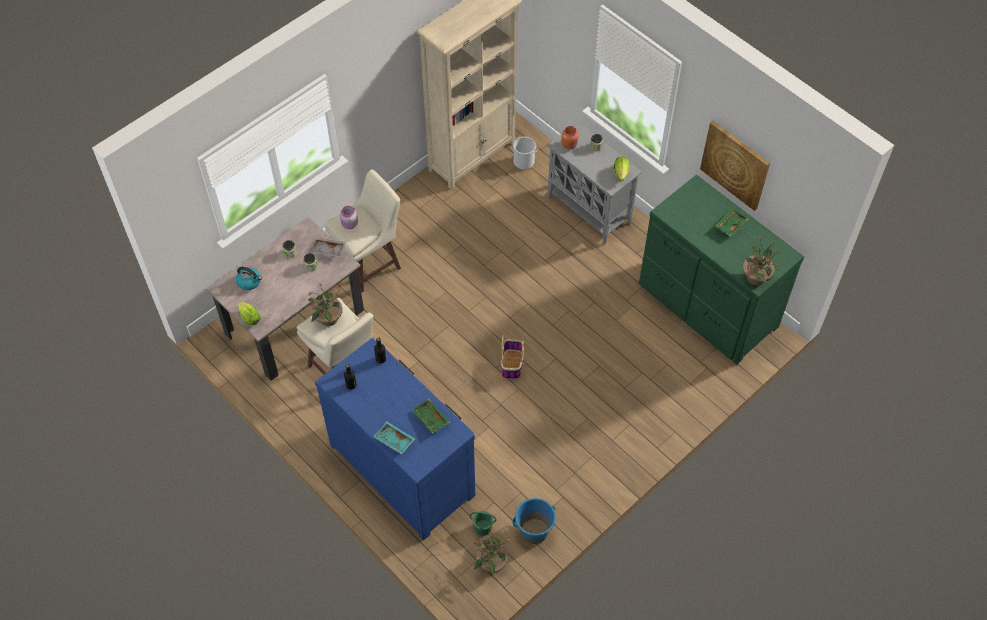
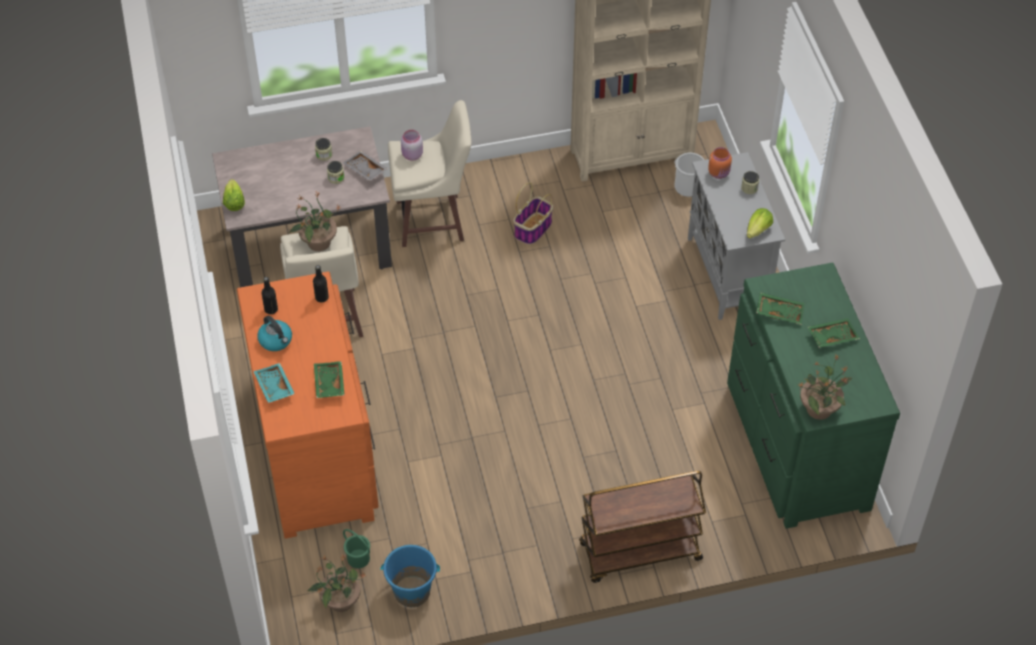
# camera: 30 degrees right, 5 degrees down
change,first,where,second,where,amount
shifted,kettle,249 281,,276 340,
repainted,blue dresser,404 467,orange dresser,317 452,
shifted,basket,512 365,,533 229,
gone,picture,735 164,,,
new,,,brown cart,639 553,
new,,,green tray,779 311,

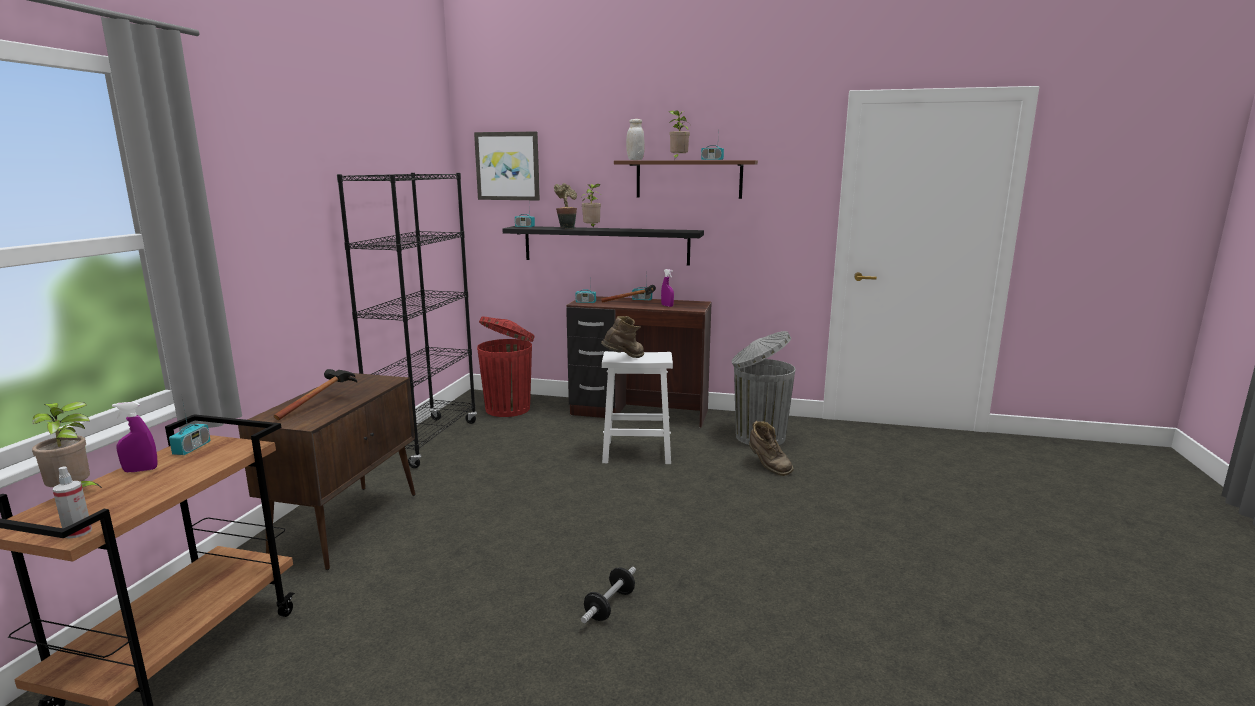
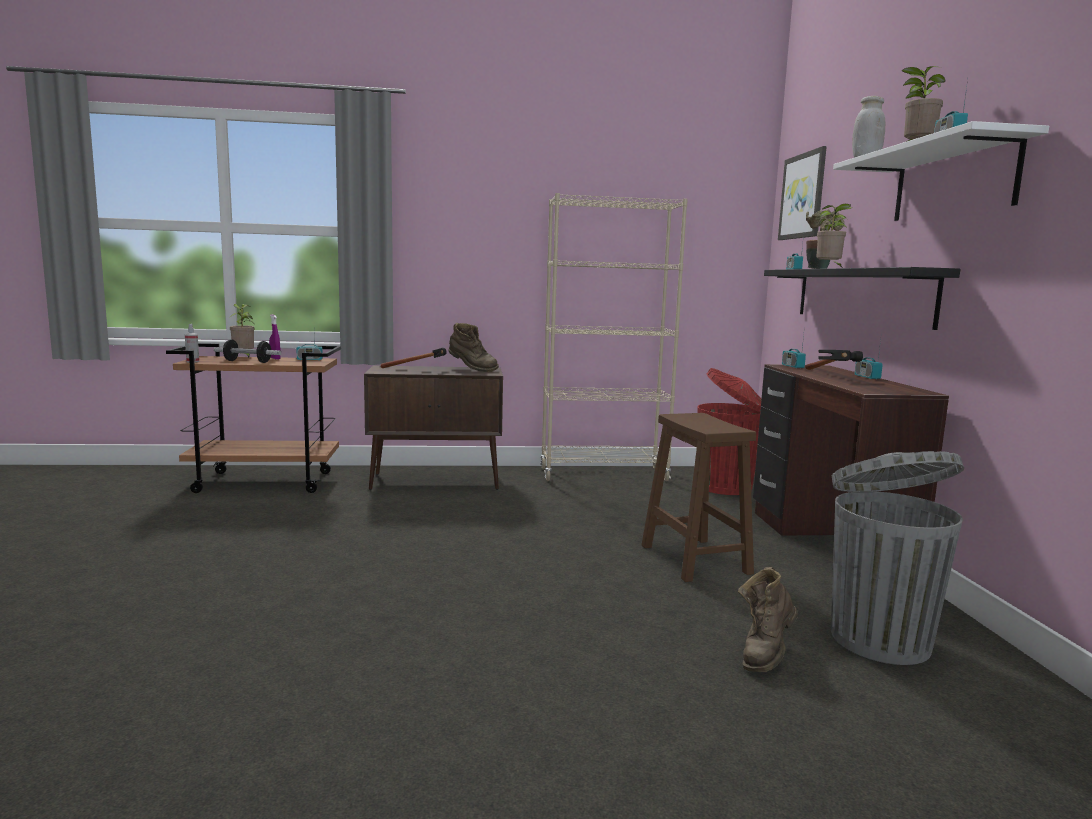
# camera: 70 degrees right, 5 degrees down
change,first,where,second,where,amount
repainted,black bookcase,426 441,beige bookcase,603 474,
shifted,dumbbell,610 606,,247 362,
shifted,brown boot,624 359,,471 369,
repainted,white stool,635 452,brown stool,693 558,
repainted,brown shelf,688 179,white shelf,953 181,
gone,purple spray bottle,667 306,,,

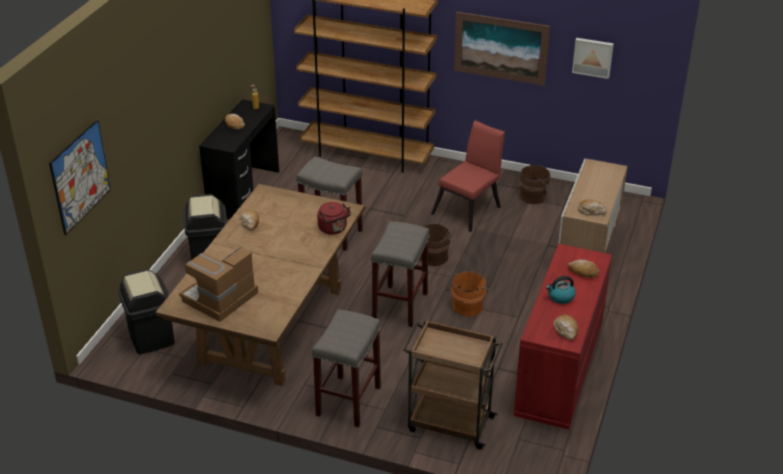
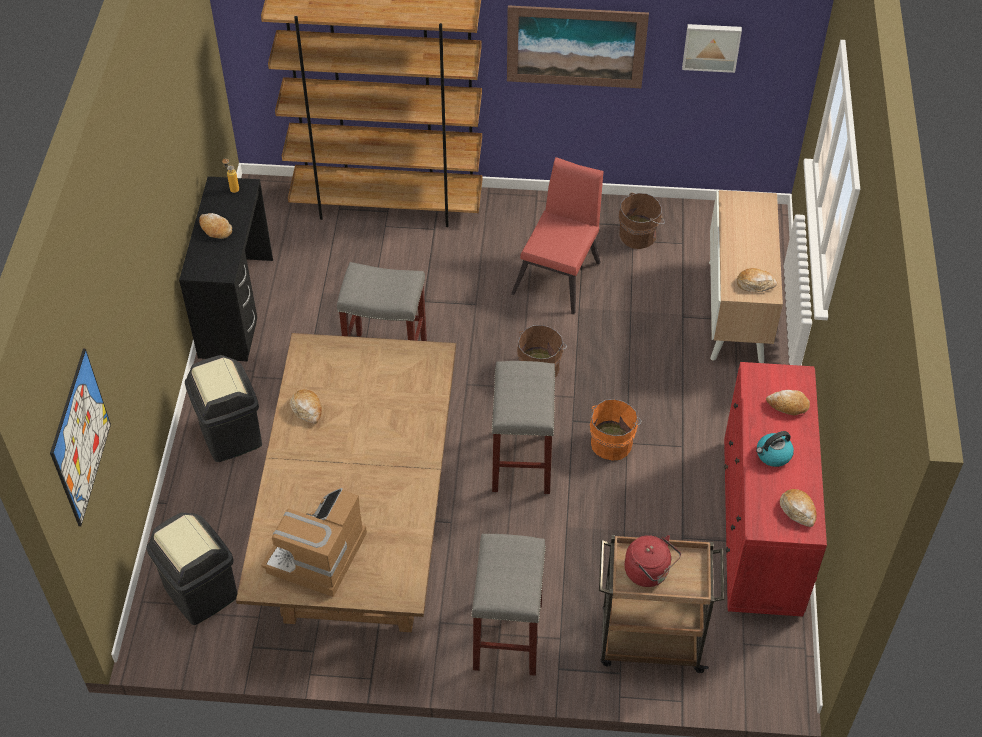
# camera: 15 degrees left, 15 degrees up
change,first,where,second,where,amount
shifted,red kettle,334 229,,649 572,

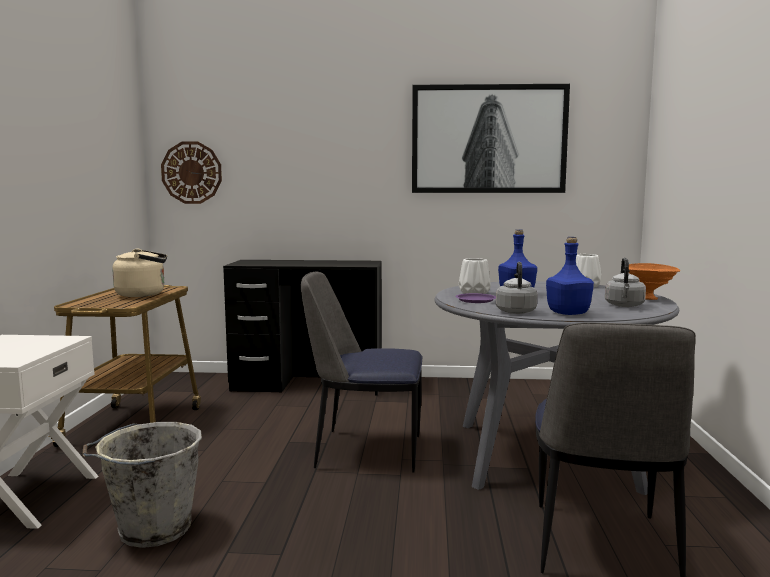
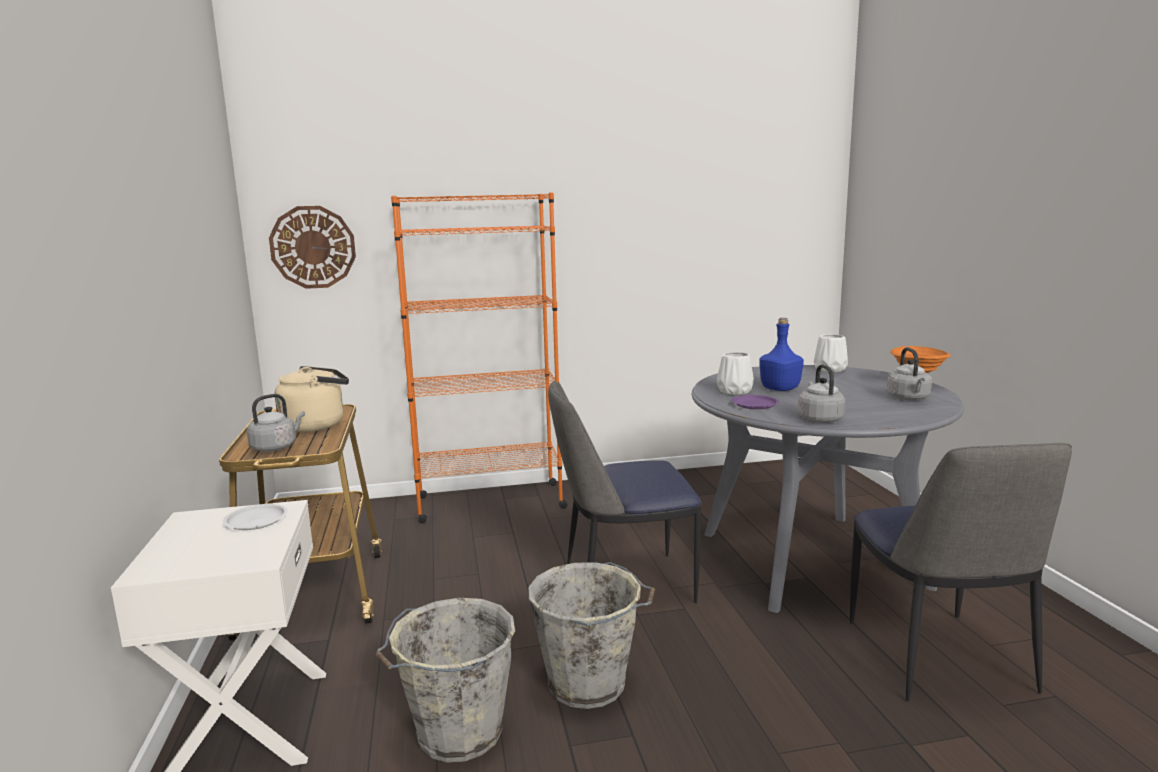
# camera: 15 degrees left, 5 degrees up
change,first,where,second,where,amount
swapped,black desk,308 384,orange bookcase,490 502,
gone,picture,488 139,,,
gone,blue bottle,568 313,,,
new,,,white plate,256 521,
new,,,grey kettle,276 447,
new,,,grey bucket,590 684,

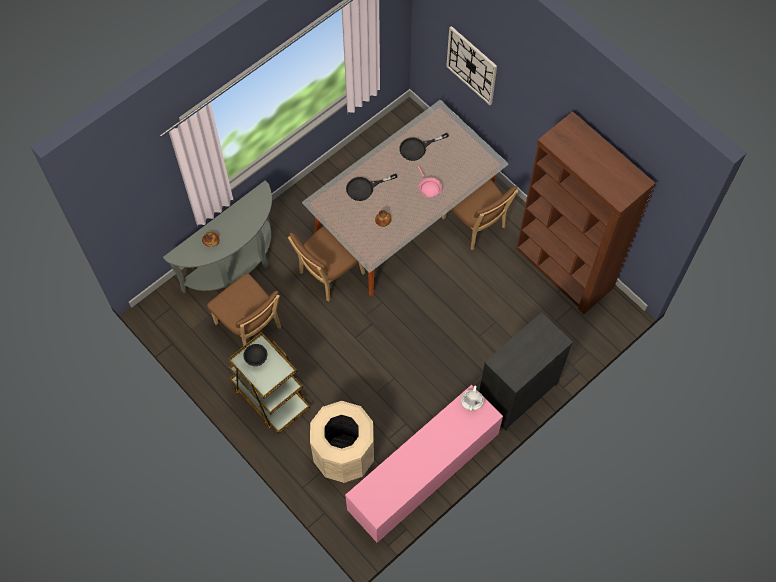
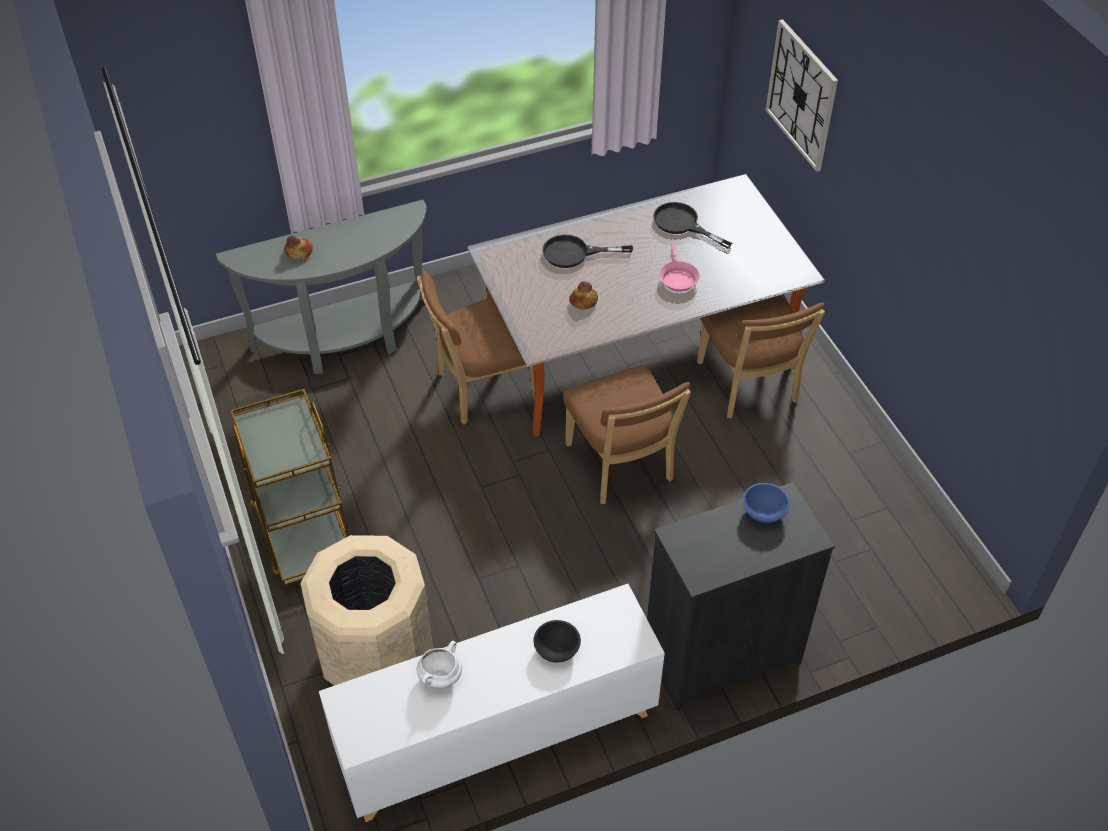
# camera: 20 degrees right, 15 degrees down
change,first,where,second,where,amount
shifted,brown chair,250 327,,621 466,
shifted,black bowl,256 358,,557 649,
repainted,pink cabinet,423 476,white cabinet,496 737,
rotated,black frying pan,417 148,,682 224,45 degrees clockwise
shifted,white cooking pot,471 402,,440 675,
gone,brown bookcase,564 269,,,
new,,,blue bowl,765 511,

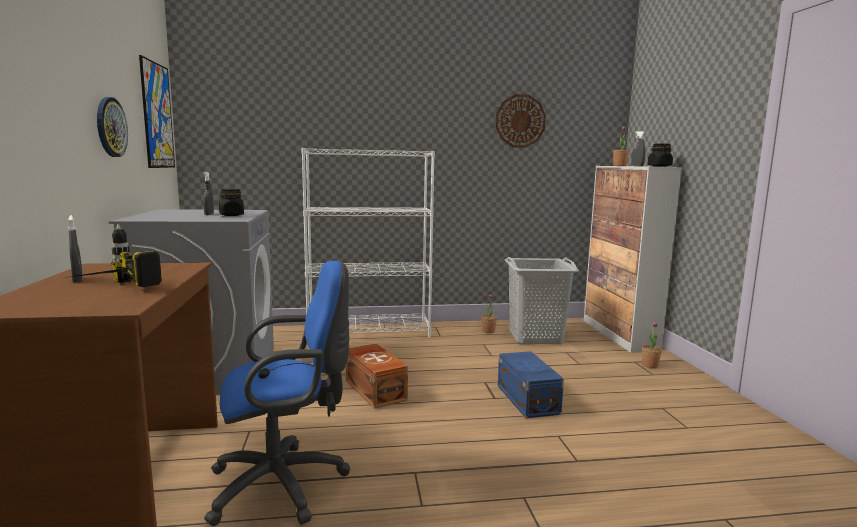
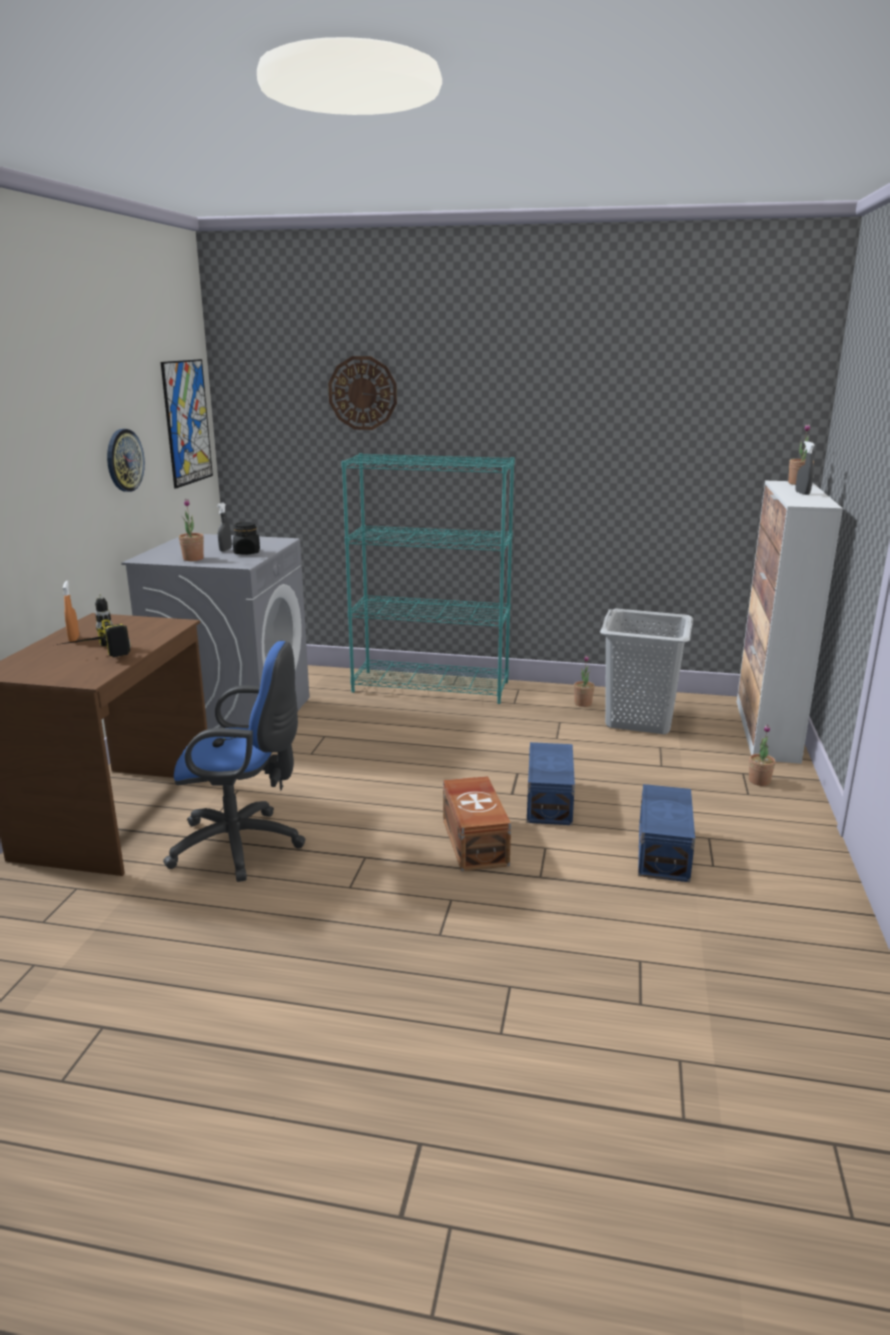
# camera: 20 degrees right, 10 degrees up
change,first,where,second,where,amount
repainted,grey spray bottle,78 280,orange spray bottle,74 639,
repainted,white bookcase,369 331,turquoise bookcase,431 687,
shifted,brown storage box,376 389,,476 841,
shifted,wall clock,520 121,,362 393,
gone,black jar,659 166,,,
new,,,potted plant,193 559,
new,,,blue storage box,664 851,

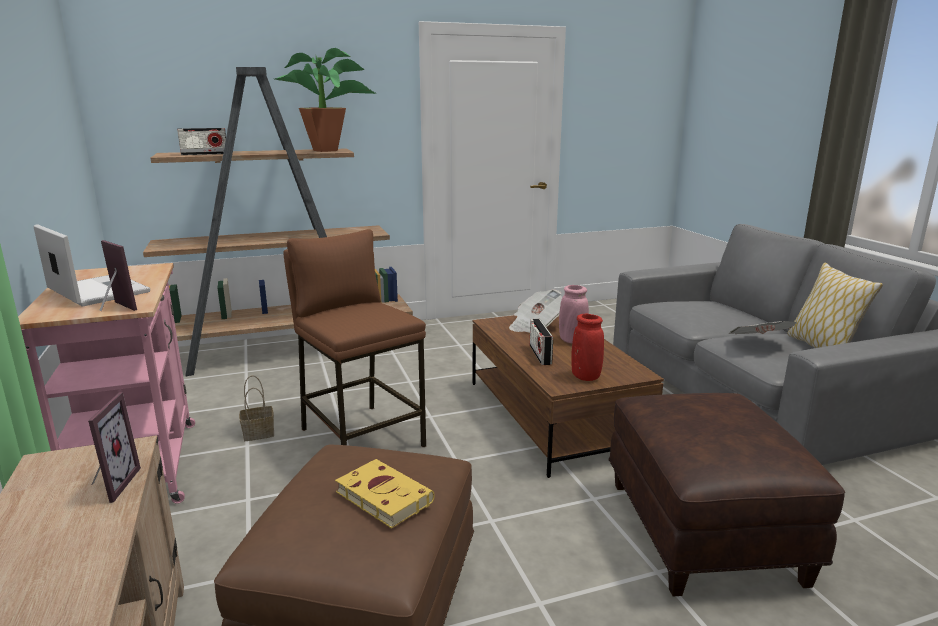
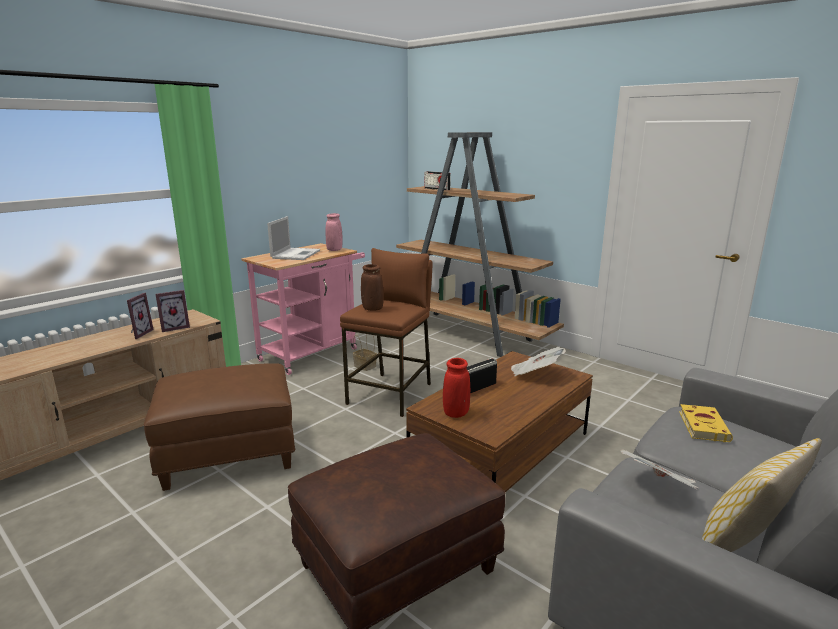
# camera: 60 degrees right, 0 degrees up
change,first,where,second,where,amount
shifted,picture frame,114 308,,138 334,
gone,potted plant,331 150,,,
shifted,yellow book,381 496,,702 425,
shifted,pink vase,572 341,,334 250,
new,,,brown vase,372 309,

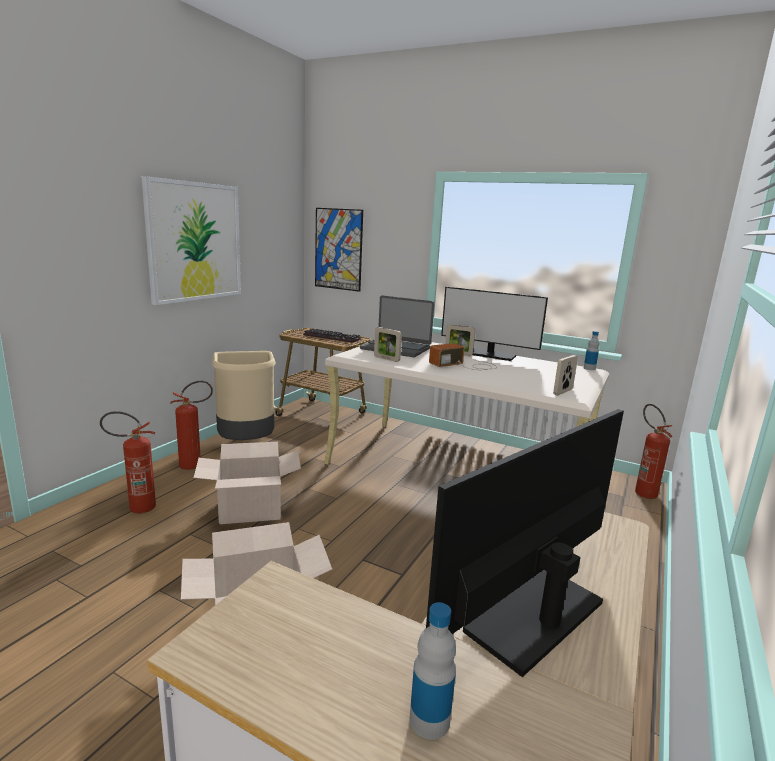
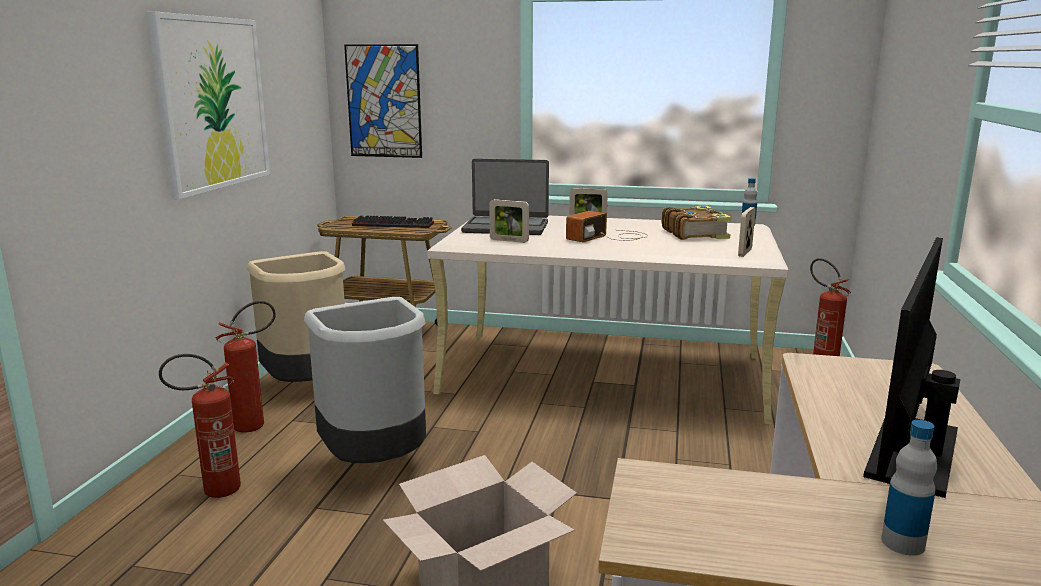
# camera: 15 degrees left, 0 degrees up
change,first,where,second,where,amount
swapped,cardboard box,250 509,grey trash can,376 464,
gone,monitor,489 354,,,
new,,,book,695 233,

